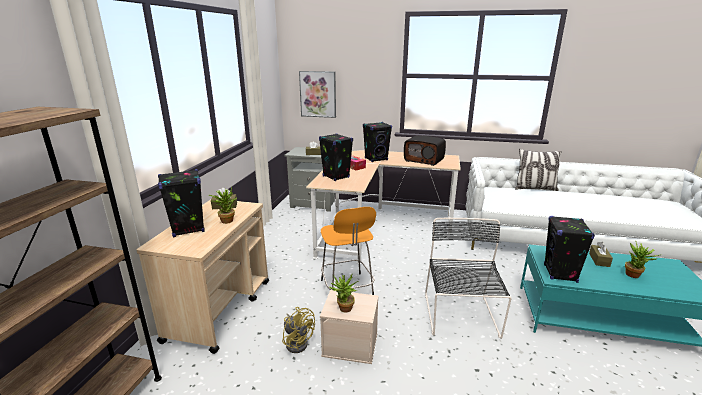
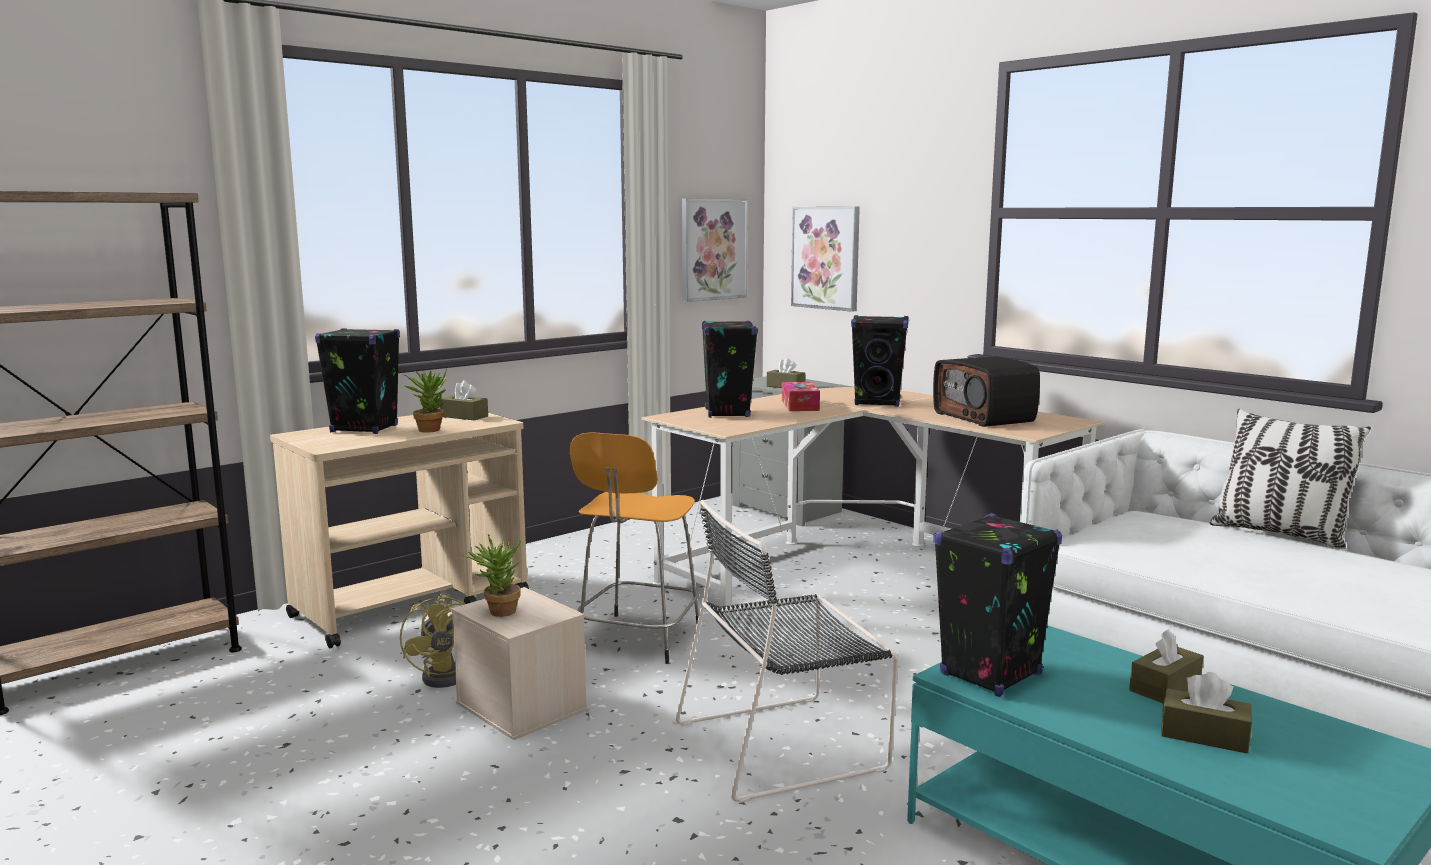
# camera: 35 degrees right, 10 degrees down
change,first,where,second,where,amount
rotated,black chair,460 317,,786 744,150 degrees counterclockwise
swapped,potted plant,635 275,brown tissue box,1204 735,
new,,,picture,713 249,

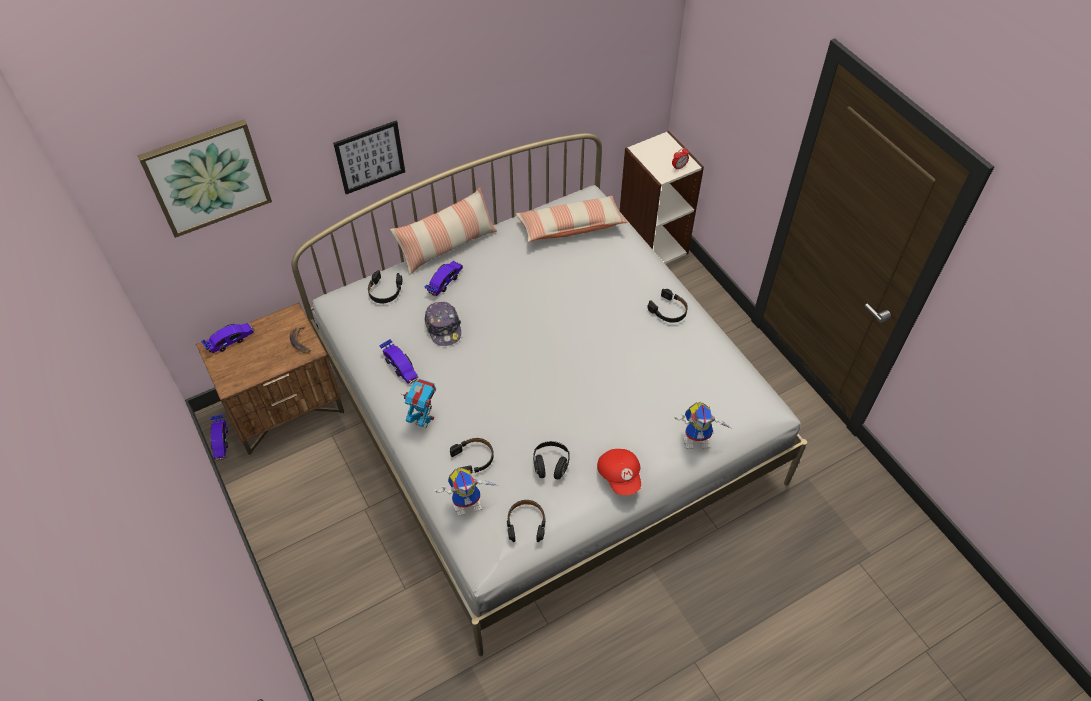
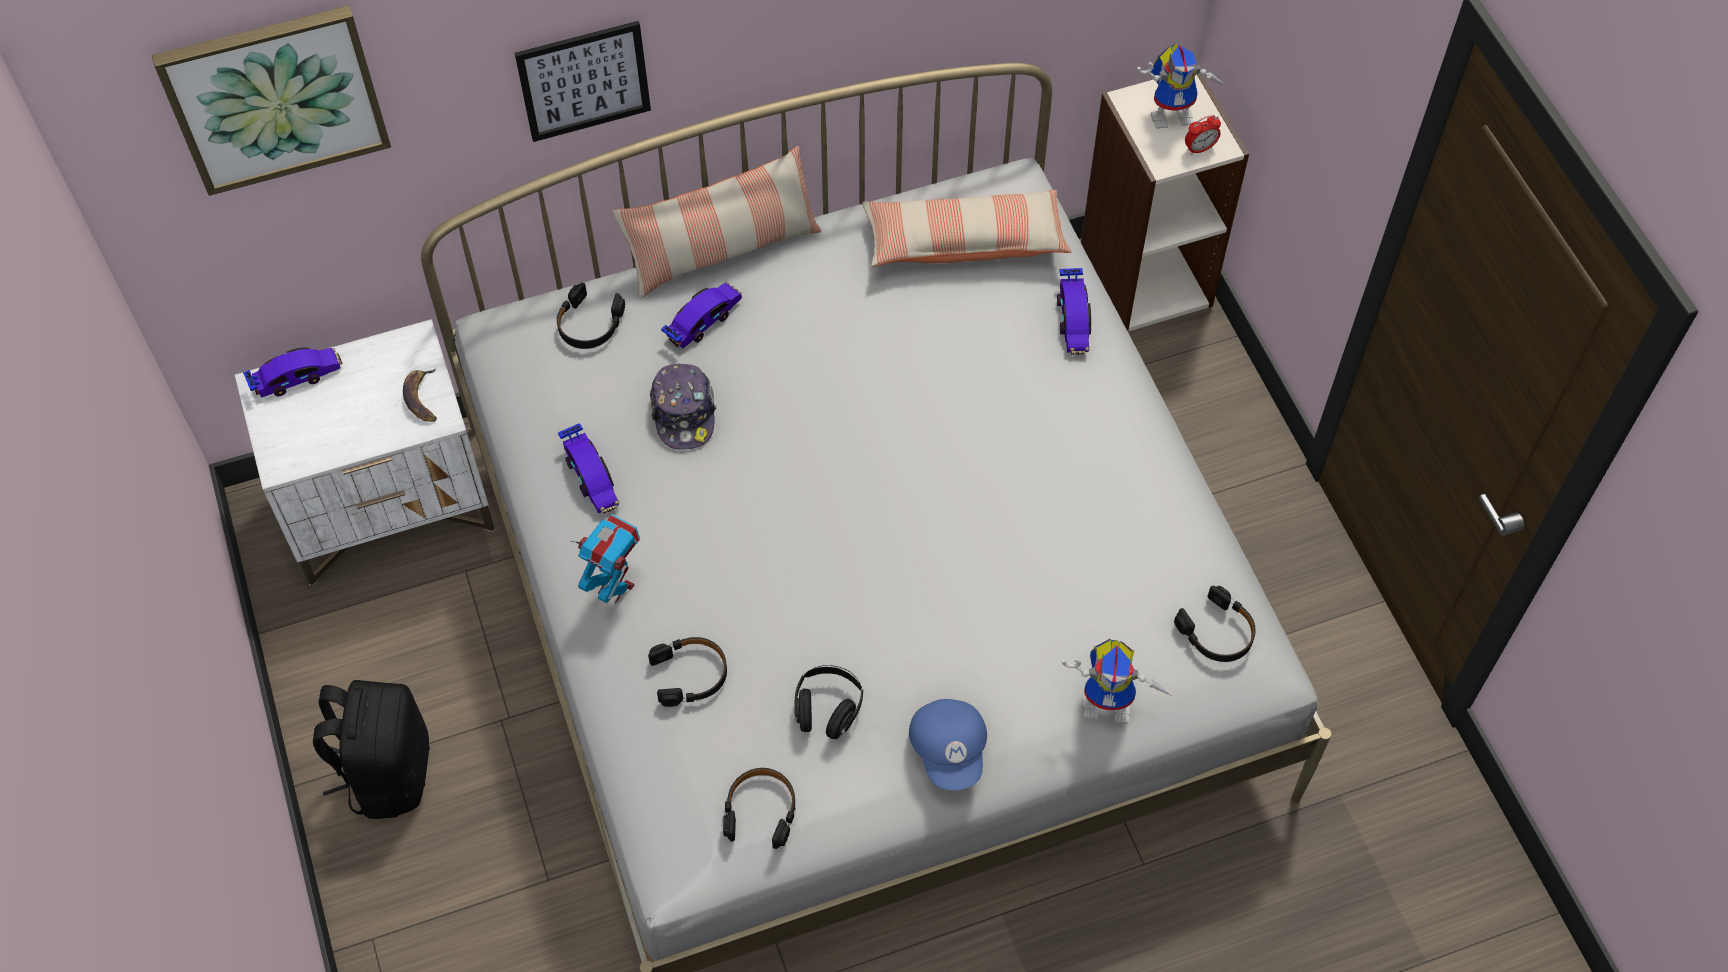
# camera: 10 degrees right, 5 degrees up
change,first,where,second,where,amount
repainted,brown nightstand,286 408,white nightstand,390 505,
shifted,toy car,220 441,,1073 319,
shifted,toy robot,469 503,,1174 114,
repainted,red cap,620 475,blue cap,950 750,
shifted,black headphones,668 310,,1217 632,
new,,,black backpack,387 772,

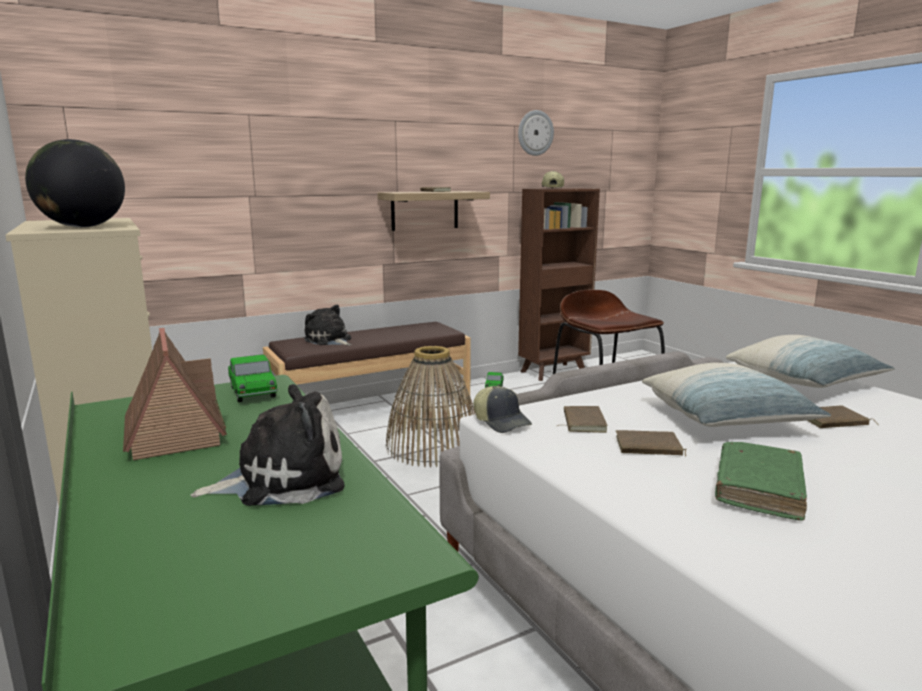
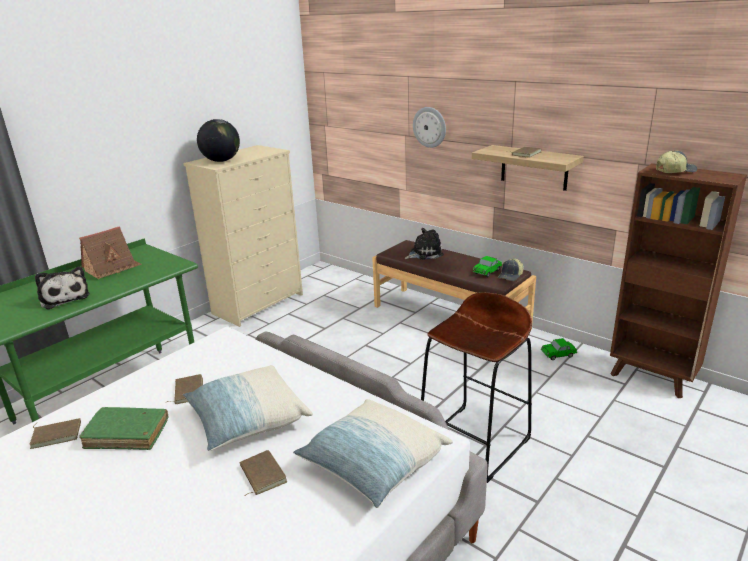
# camera: 70 degrees right, 10 degrees up
change,first,where,second,where,amount
shifted,toy car,253 392,,487 272,
rotated,plush toy,329 340,,424 253,45 degrees clockwise
gone,basket,433 446,,,
shifted,cap,502 422,,511 276,
shifted,wall clock,535 133,,429 127,
shifted,brown book,582 422,,57 434,

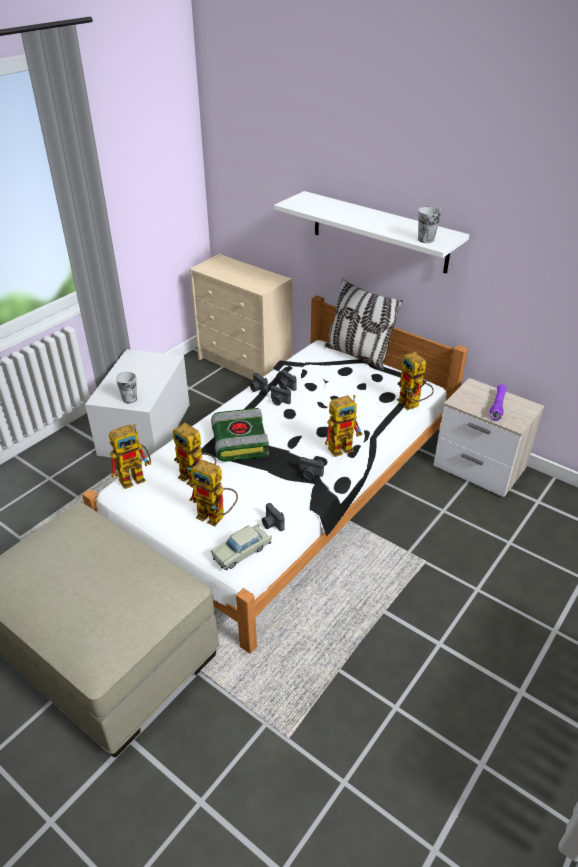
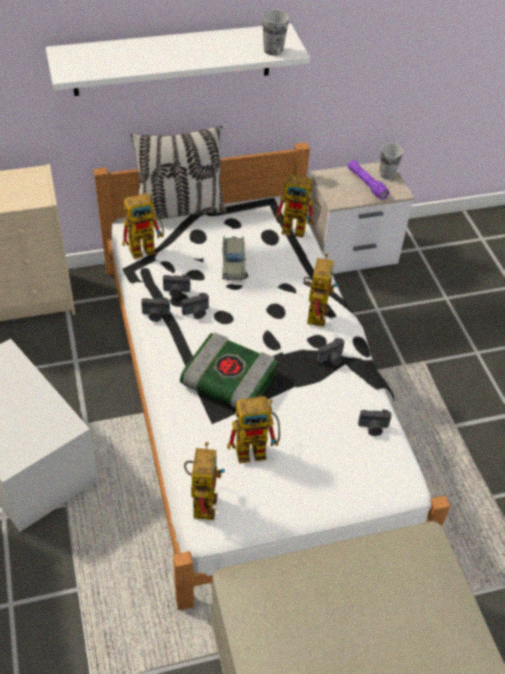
# camera: 55 degrees left, 10 degrees up
change,first,where,second,where,amount
shifted,cup,129 399,,387 174,
shifted,toy robot,216 517,,147 247,
shifted,beige toy car,242 551,,233 263,

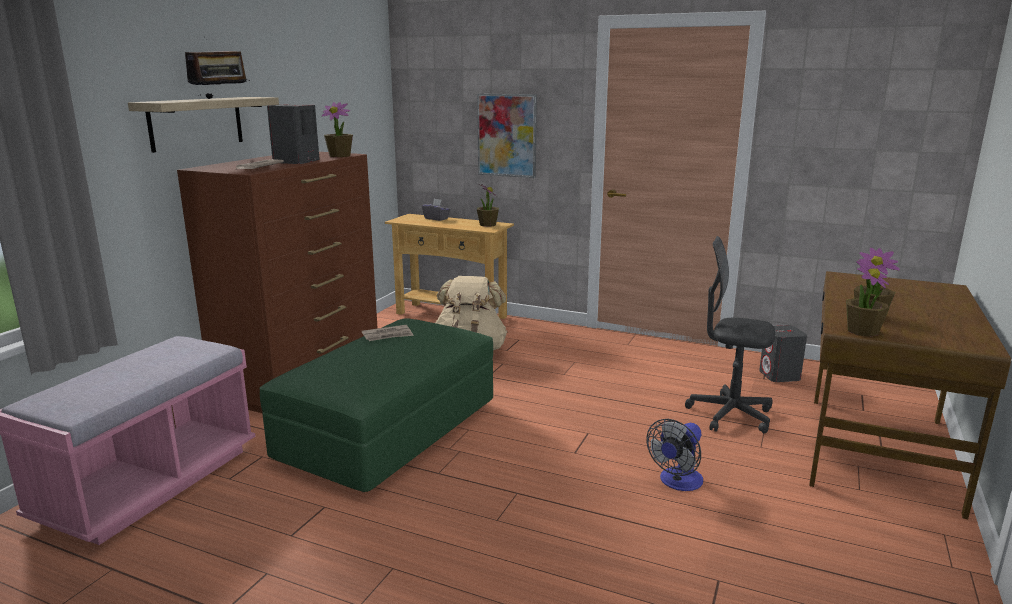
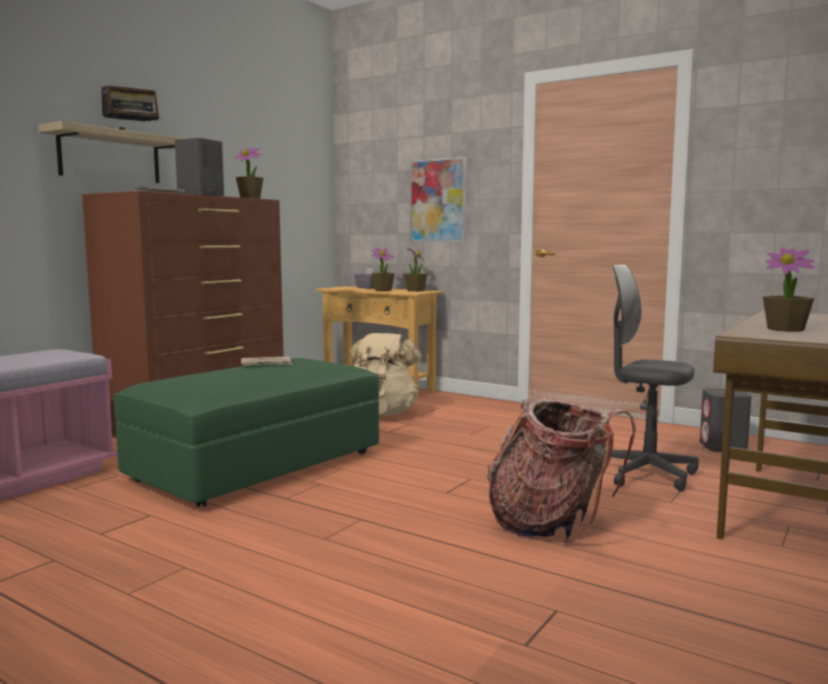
# camera: 10 degrees right, 10 degrees down
change,first,where,second,where,amount
swapped,fan,677 482,backpack,552 524,
shifted,potted plant,862 331,,383 290,

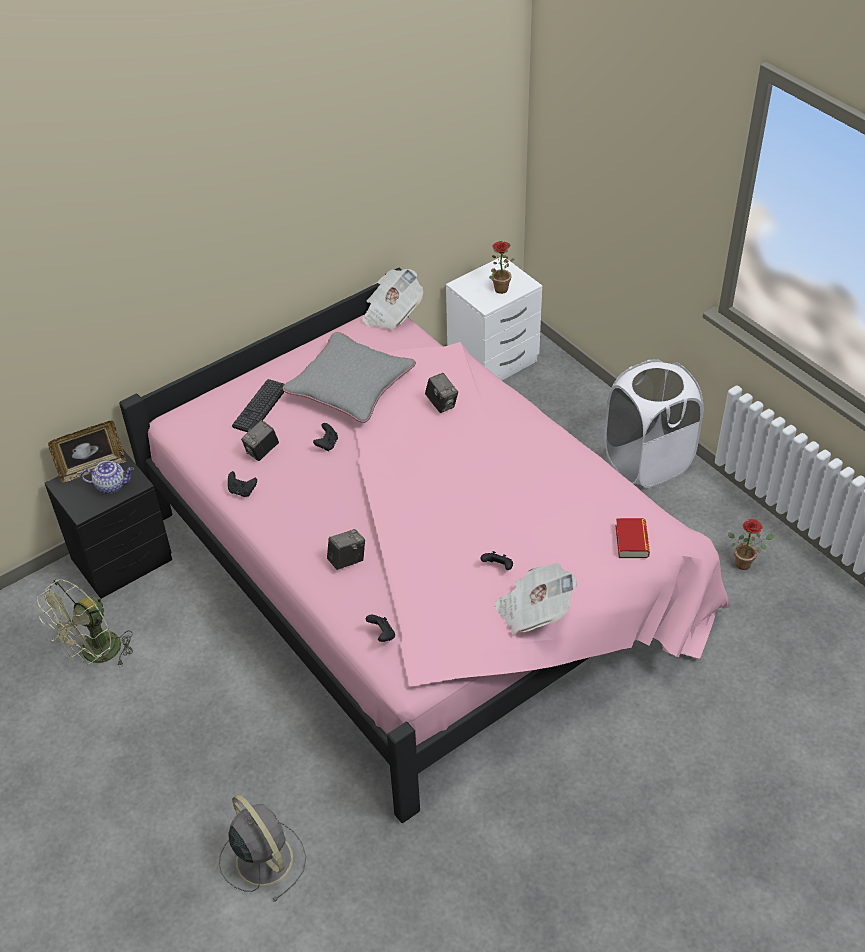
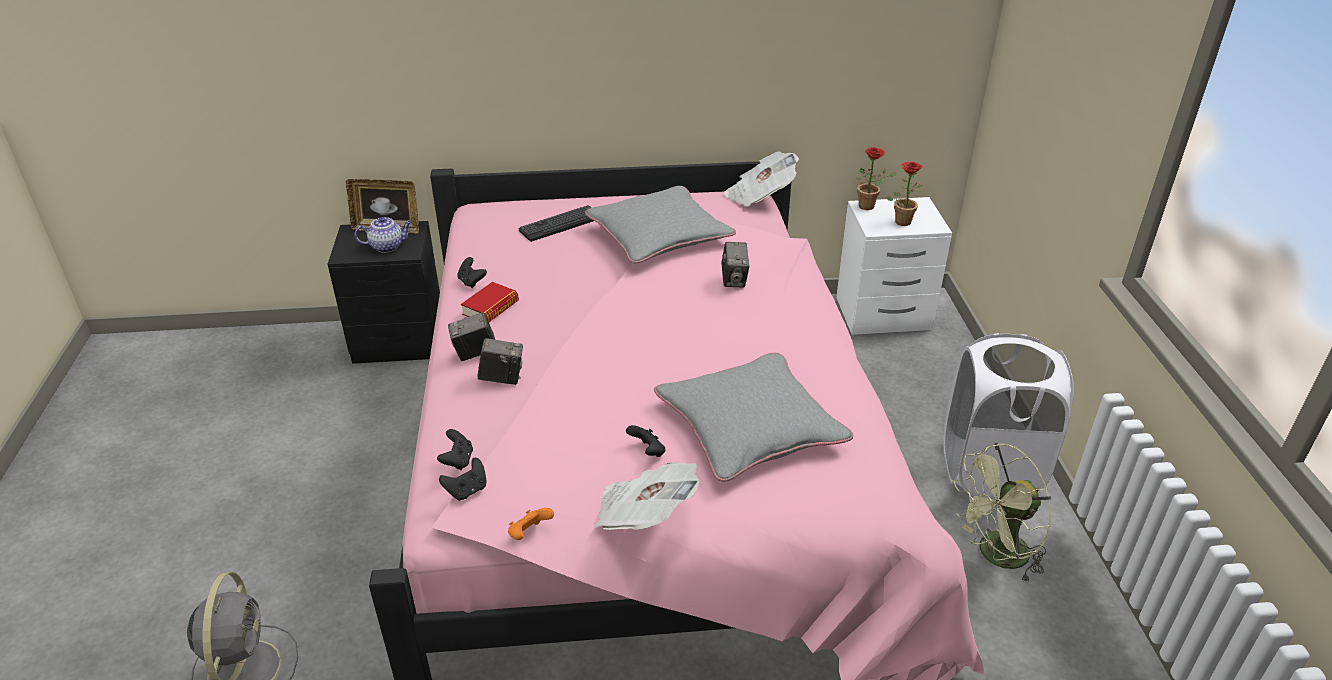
# camera: 30 degrees right, 10 degrees down
change,first,where,second,where,amount
shifted,green fan,95 655,,995 556,
rotated,teapot,112 485,,387 246,45 degrees counterclockwise
shifted,photo camera,262 451,,475 353,
shifted,black game controller,327 444,,467 490,
shifted,book,632 541,,490 308,
shifted,potted plant,745 563,,870 206,
new,,,orange game controller,529 534,
new,,,grey pillow,750 426,

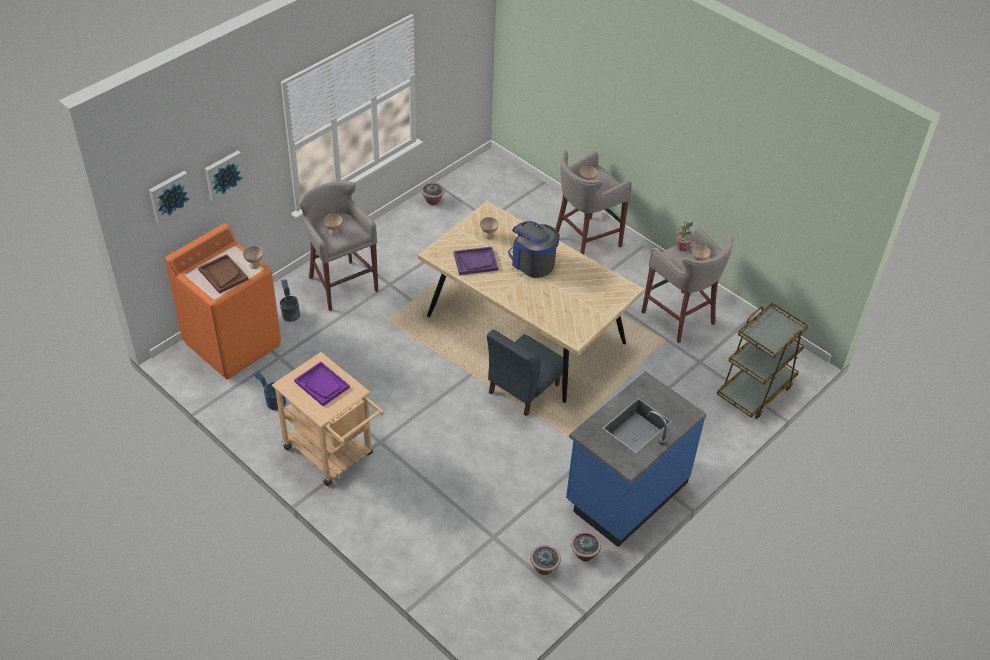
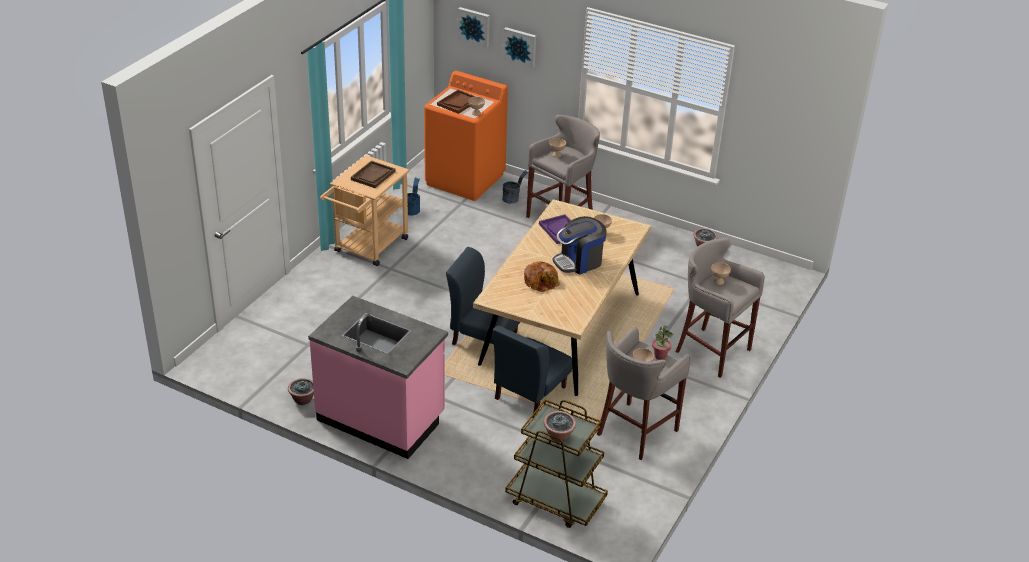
# camera: 75 degrees right, 10 degrees down
change,first,where,second,where,amount
repainted,purple tray,322 385,brown tray,373 175,
rotated,coffee machine,532 262,,579 262,150 degrees counterclockwise
shifted,potted plant,544 567,,558 436,
repainted,blue counter,625 492,pink counter,381 418,
new,,,blue chair,529 393,
new,,,bread,541 281,

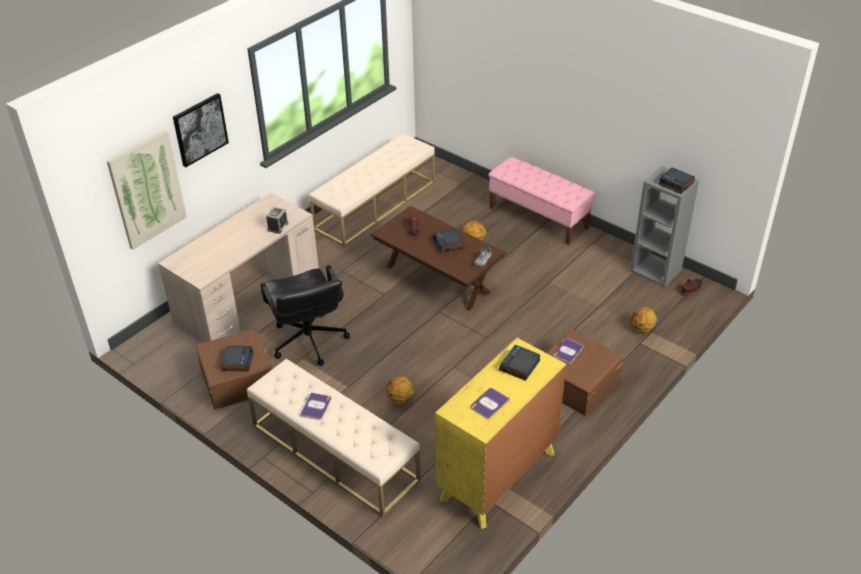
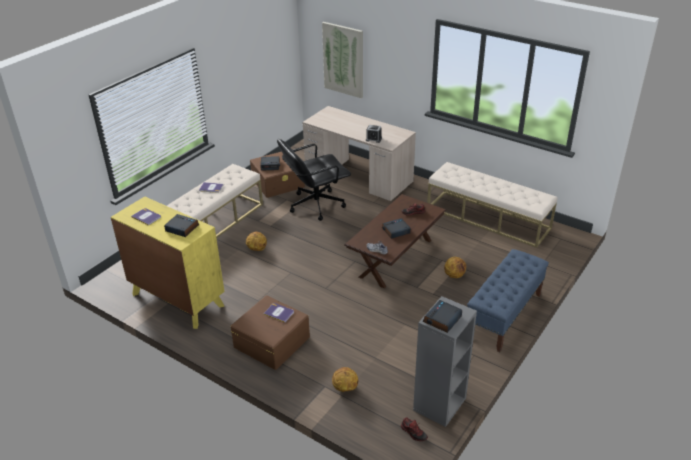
# camera: 85 degrees right, 5 degrees down
change,first,where,second,where,amount
gone,picture,200 129,,,
repainted,pink bench,538 218,blue bench,504 315,

